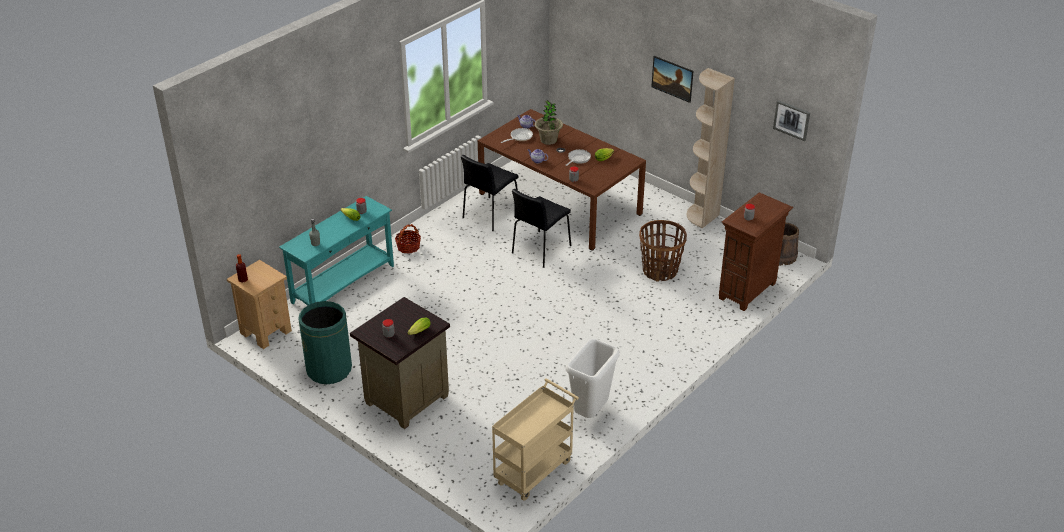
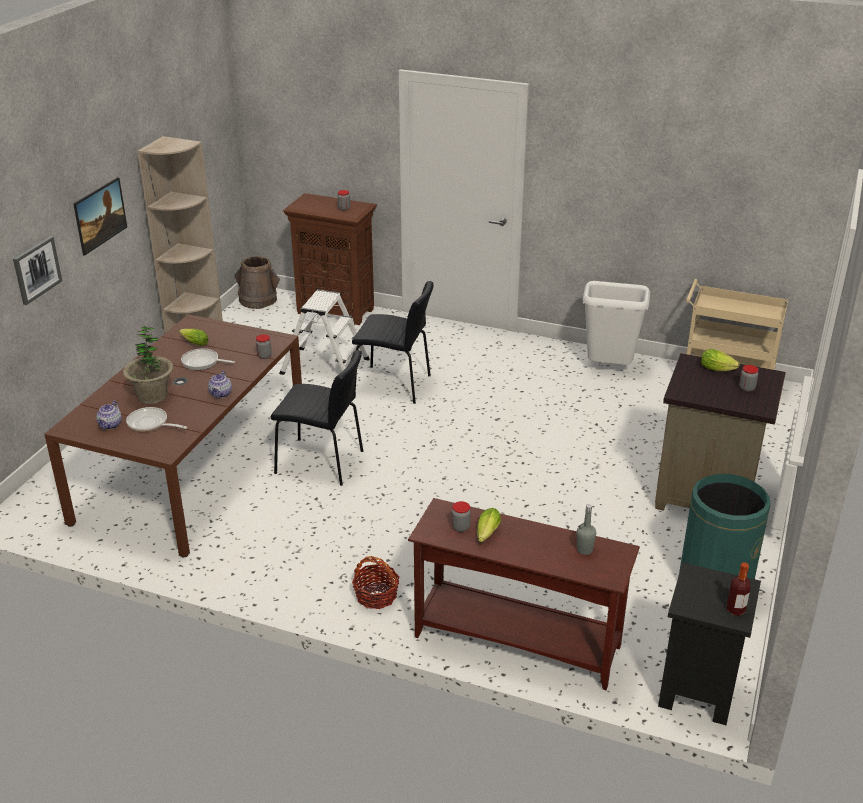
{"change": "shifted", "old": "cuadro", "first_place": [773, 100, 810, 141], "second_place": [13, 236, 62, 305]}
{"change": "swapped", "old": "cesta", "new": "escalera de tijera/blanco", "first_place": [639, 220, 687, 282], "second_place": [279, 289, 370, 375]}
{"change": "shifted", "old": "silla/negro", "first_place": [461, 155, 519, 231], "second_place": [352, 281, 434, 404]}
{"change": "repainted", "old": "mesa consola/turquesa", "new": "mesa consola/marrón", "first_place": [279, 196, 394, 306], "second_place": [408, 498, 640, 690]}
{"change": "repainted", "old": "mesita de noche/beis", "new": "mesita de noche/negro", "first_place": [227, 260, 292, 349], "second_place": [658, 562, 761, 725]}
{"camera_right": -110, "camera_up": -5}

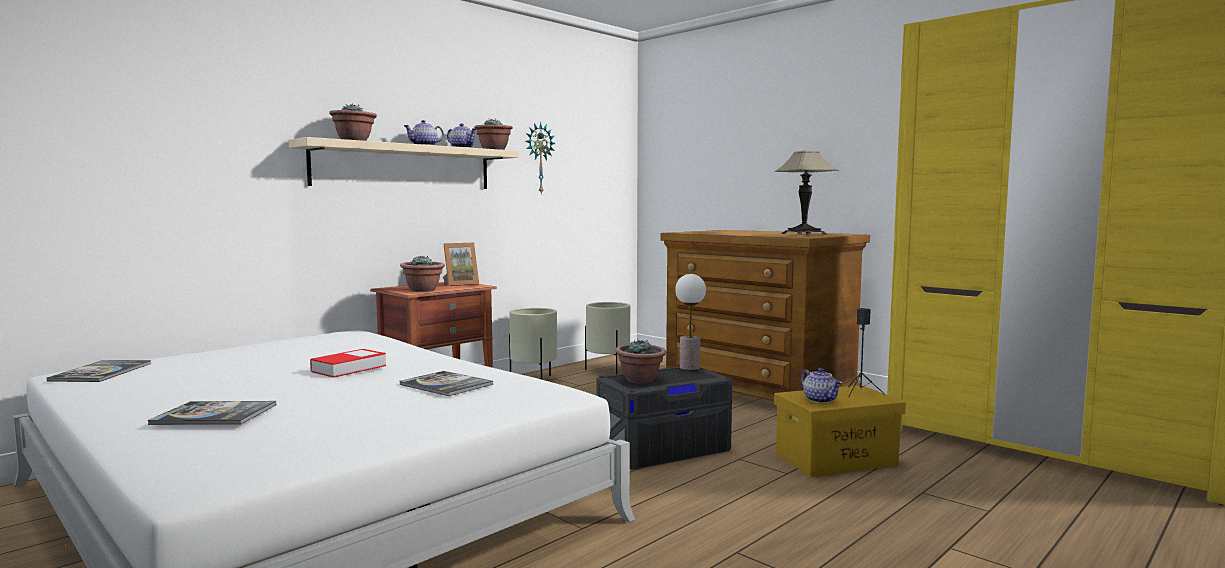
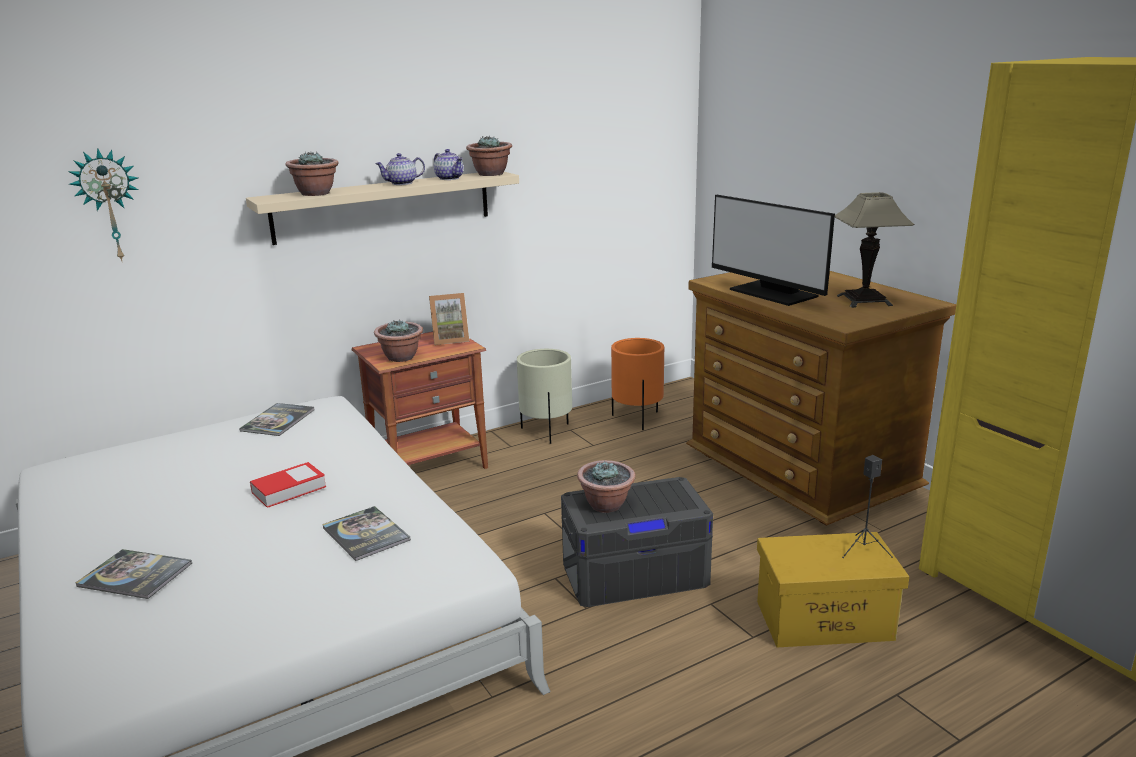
{"change": "shifted", "old": "reloj de pared", "first_place": [526, 122, 556, 195], "second_place": [68, 148, 139, 261]}
{"change": "shifted", "old": "libro", "first_place": [47, 360, 151, 382], "second_place": [239, 403, 315, 436]}
{"change": "repainted", "old": "maceta/beis", "new": "maceta/naranja", "first_place": [585, 302, 630, 374], "second_place": [611, 338, 664, 430]}
{"change": "new", "new": "monitor", "second_place": [712, 195, 835, 306]}
{"change": "gone", "old": "lámpara de mesa", "first_place": [675, 274, 706, 370]}
{"change": "gone", "old": "tetera", "first_place": [800, 368, 842, 403]}
{"camera_right": 15, "camera_up": 15}

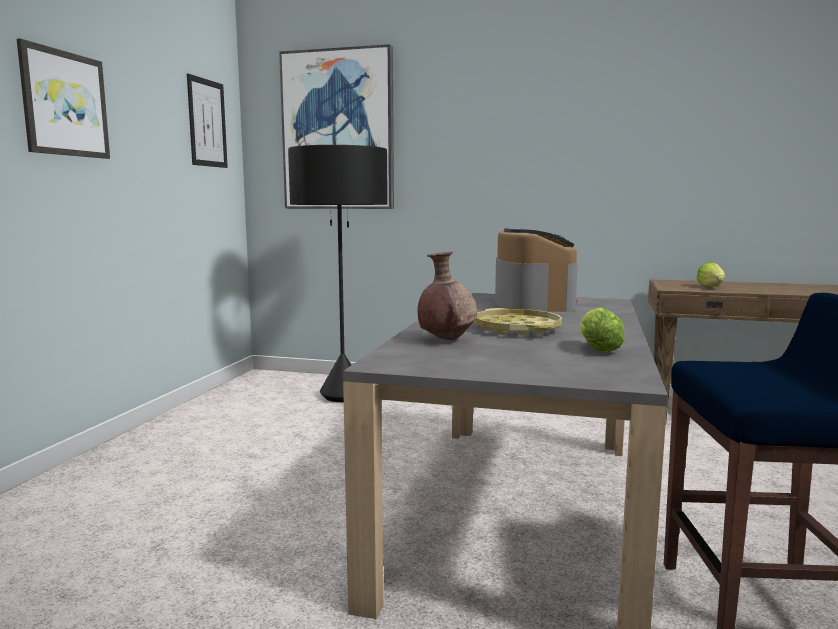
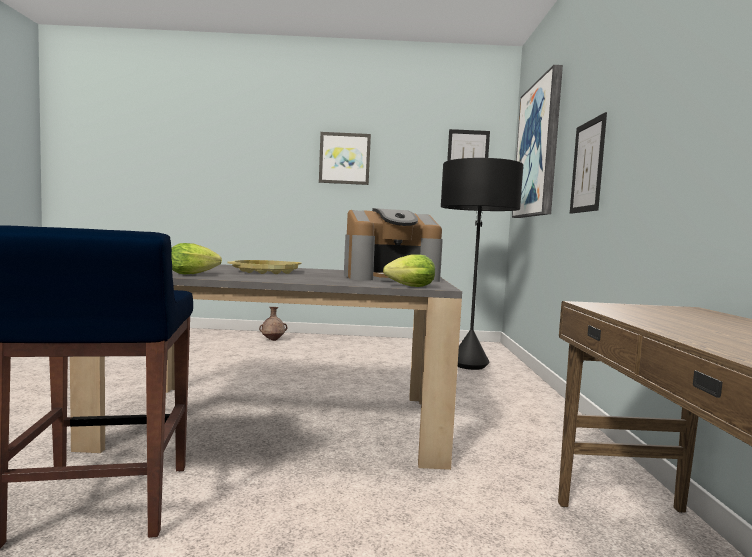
{"change": "shifted", "old": "florero/marrón", "first_place": [417, 252, 477, 340], "second_place": [259, 307, 287, 341]}
{"change": "shifted", "old": "lechuga", "first_place": [696, 262, 725, 287], "second_place": [383, 254, 435, 287]}
{"change": "new", "new": "cuadro", "second_place": [570, 112, 607, 214]}
{"camera_right": 75, "camera_up": -5}

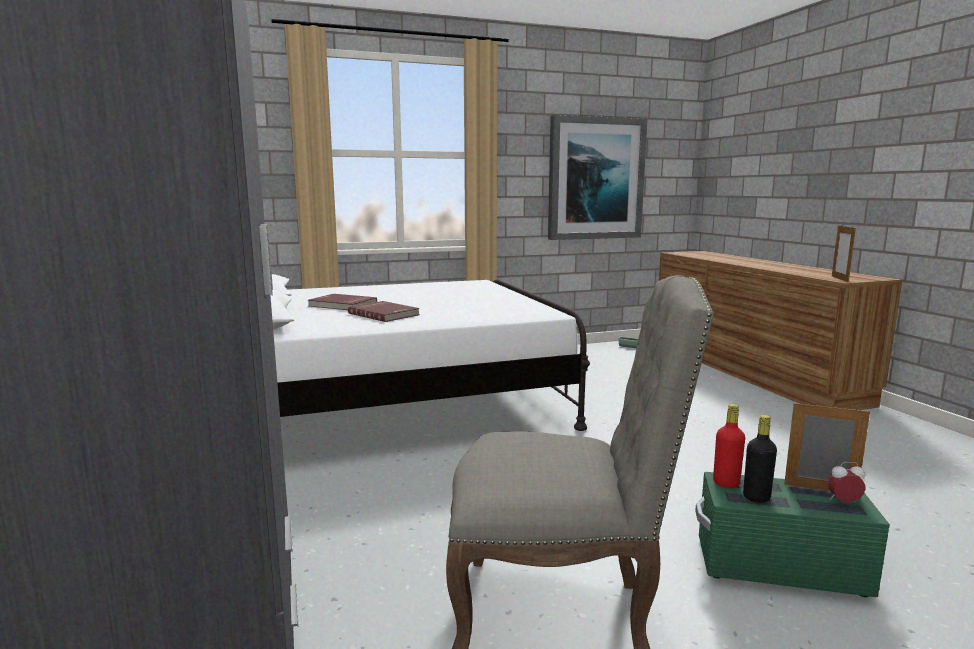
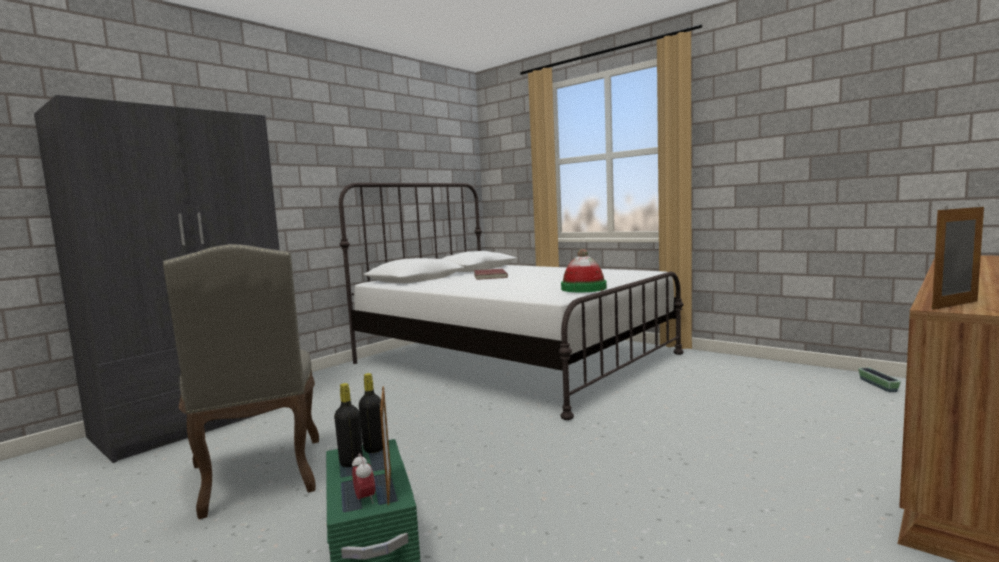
{"change": "repainted", "old": "botella/rojo", "new": "botella/negro", "first_place": [713, 404, 745, 488], "second_place": [359, 373, 383, 453]}
{"change": "new", "new": "sombrero", "second_place": [561, 249, 607, 292]}
{"change": "gone", "old": "libro/rojo", "first_place": [348, 301, 419, 322]}
{"change": "gone", "old": "cuadro", "first_place": [548, 115, 648, 240]}
{"camera_right": 60, "camera_up": -5}

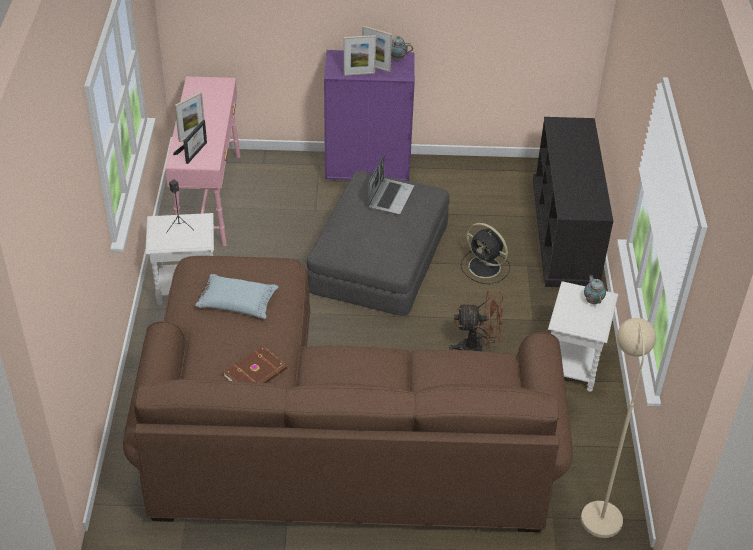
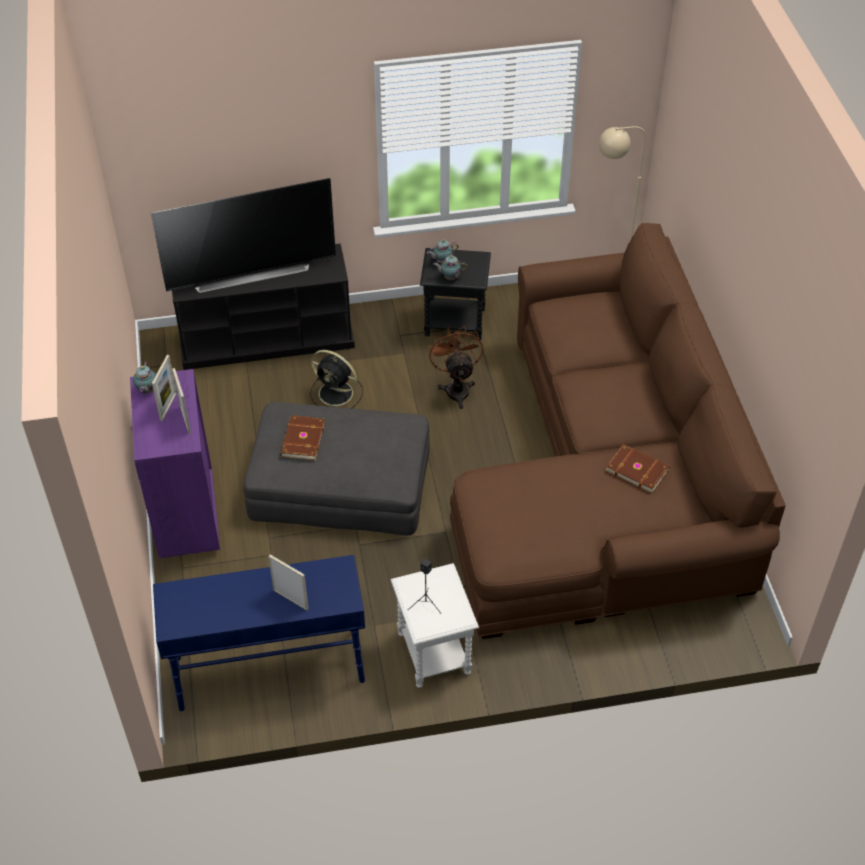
{"change": "new", "new": "televisor", "second_place": [151, 178, 336, 293]}
{"change": "repainted", "old": "mesa consola/rosa", "new": "mesa consola/azul", "first_place": [165, 76, 241, 246], "second_place": [153, 555, 365, 711]}
{"change": "swapped", "old": "portátil", "new": "libro/marrón", "first_place": [368, 154, 414, 215], "second_place": [280, 415, 325, 460]}
{"change": "rotated", "old": "ventilador/negro", "first_place": [461, 223, 510, 284], "second_place": [310, 350, 363, 408], "degrees": 90}
{"change": "repainted", "old": "mesa auxiliar/blanco", "new": "mesa auxiliar/negro", "first_place": [548, 281, 618, 392], "second_place": [420, 248, 491, 340]}
{"change": "new", "new": "tetera", "second_place": [433, 255, 468, 280]}
{"change": "gone", "old": "portarretratos", "first_place": [173, 120, 207, 164]}
{"change": "gone", "old": "cojín/azul", "first_place": [195, 274, 279, 319]}
{"camera_right": -100, "camera_up": 5}

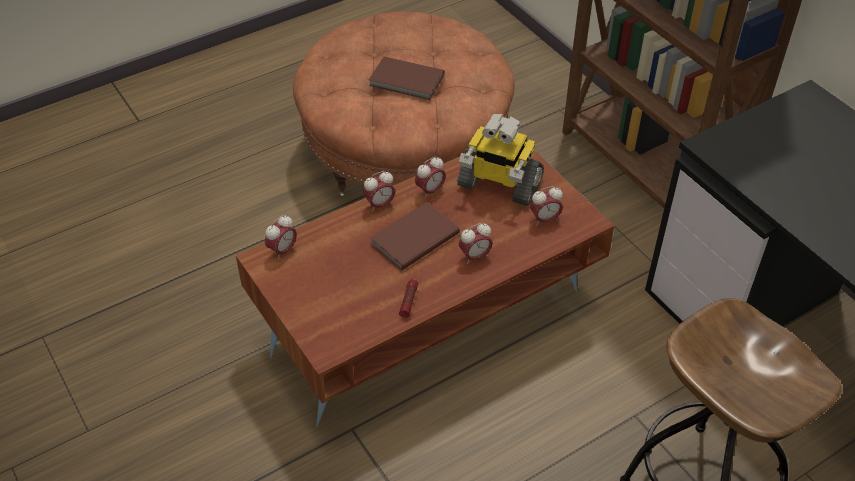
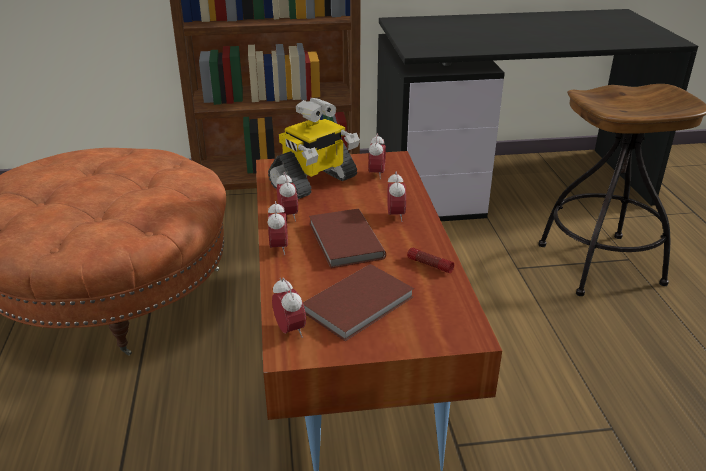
{"change": "shifted", "old": "libro/marrón", "first_place": [369, 56, 445, 100], "second_place": [303, 264, 414, 341]}
{"camera_right": -65, "camera_up": -15}

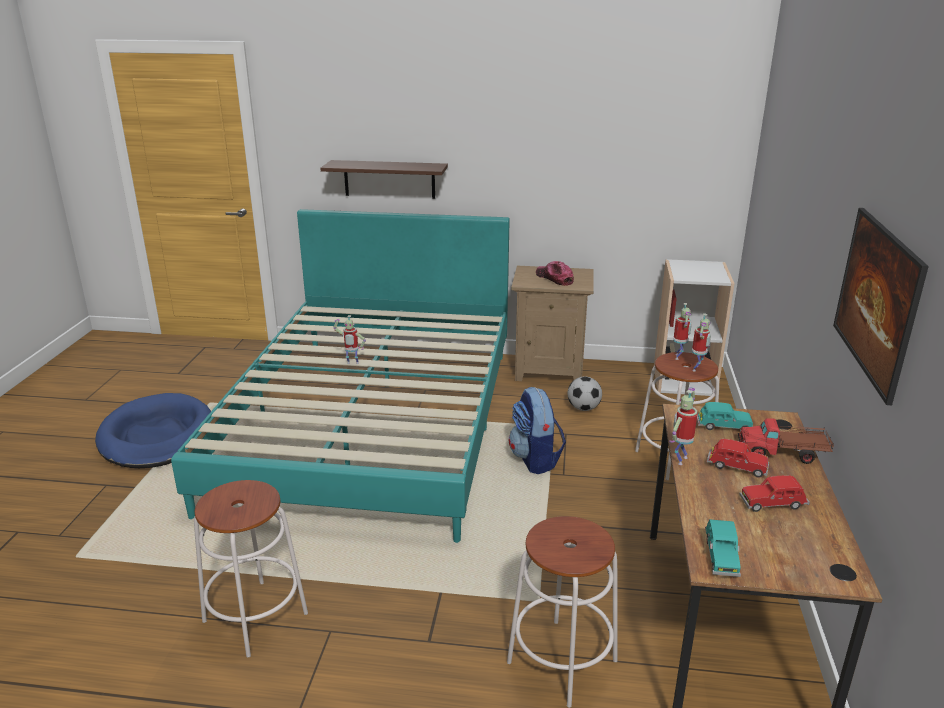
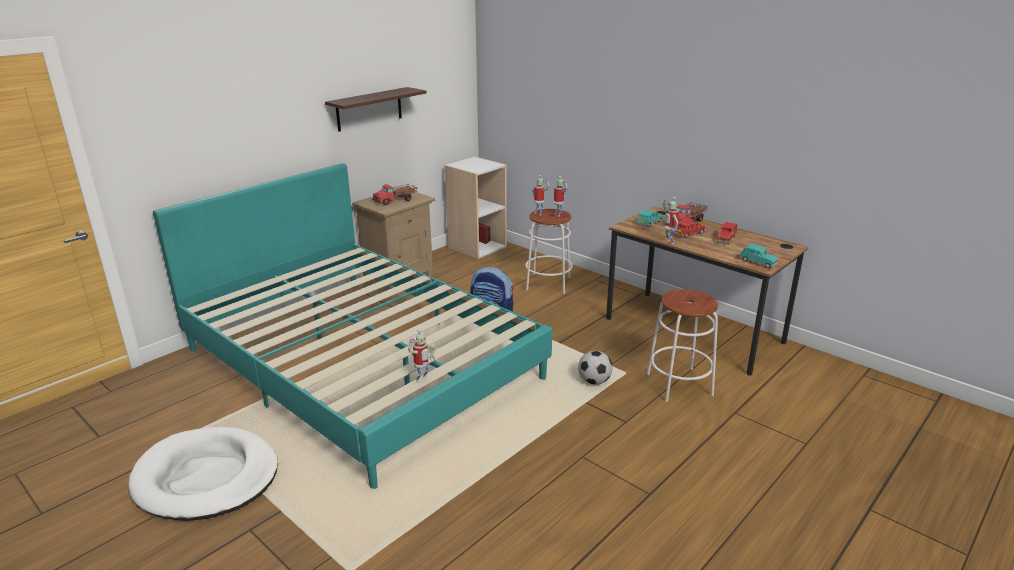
{"change": "repainted", "old": "cama para perro/azul", "new": "cama para perro/blanco", "first_place": [95, 393, 211, 468], "second_place": [128, 427, 278, 521]}
{"change": "shifted", "old": "estante", "first_place": [320, 160, 448, 199], "second_place": [325, 87, 426, 132]}
{"change": "swapped", "old": "gorra", "new": "camión de juguete", "first_place": [536, 261, 574, 286], "second_place": [372, 184, 417, 205]}
{"change": "shifted", "old": "robot de juguete", "first_place": [334, 315, 366, 364], "second_place": [408, 329, 435, 382]}
{"change": "shifted", "old": "balón de fútbol", "first_place": [567, 376, 602, 411], "second_place": [578, 351, 612, 385]}
{"change": "gone", "old": "taburete/blanco", "first_place": [194, 480, 308, 657]}
{"change": "gone", "old": "cuadro", "first_place": [833, 208, 929, 405]}
{"camera_right": -55, "camera_up": 0}

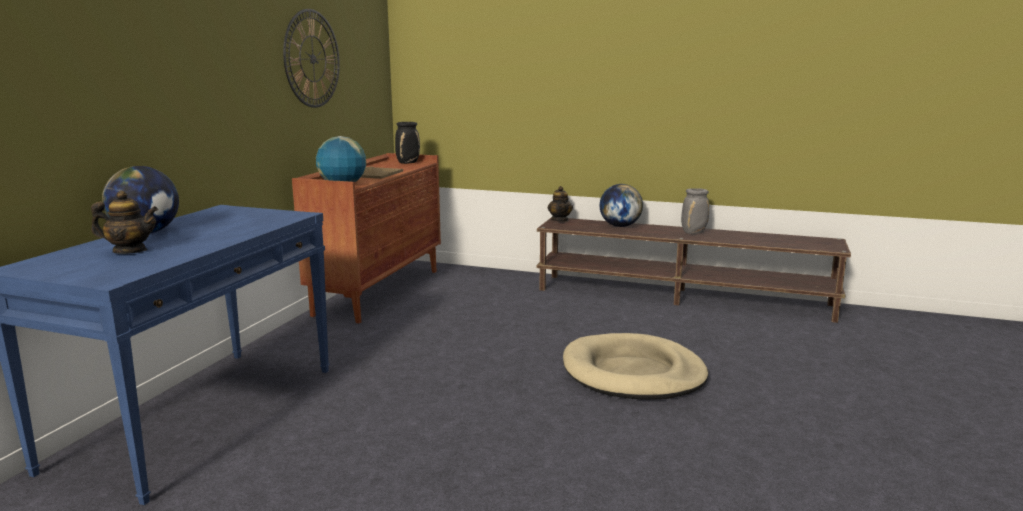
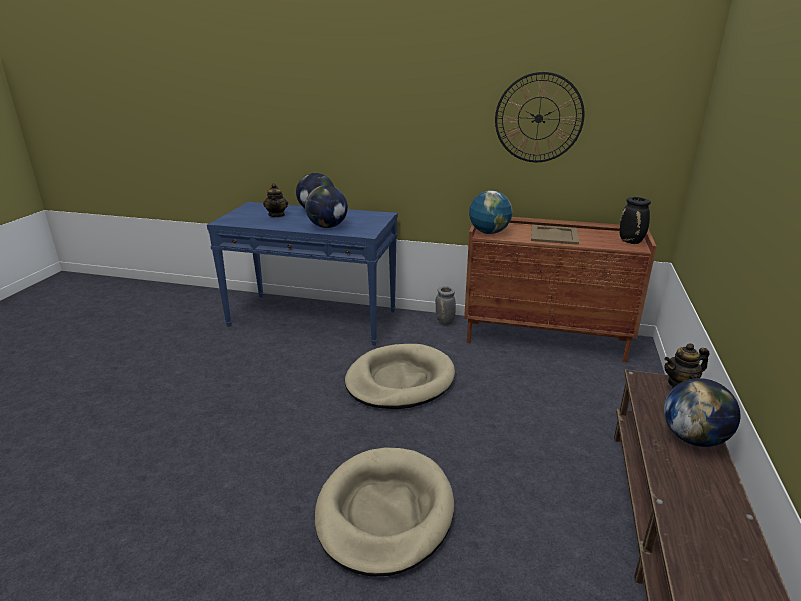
{"change": "new", "new": "globo terráqueo", "second_place": [305, 185, 348, 228]}
{"change": "new", "new": "cama para perro/beis", "second_place": [345, 344, 455, 409]}
{"change": "shifted", "old": "florero/gris", "first_place": [681, 188, 709, 234], "second_place": [436, 286, 456, 325]}
{"camera_right": 85, "camera_up": 10}

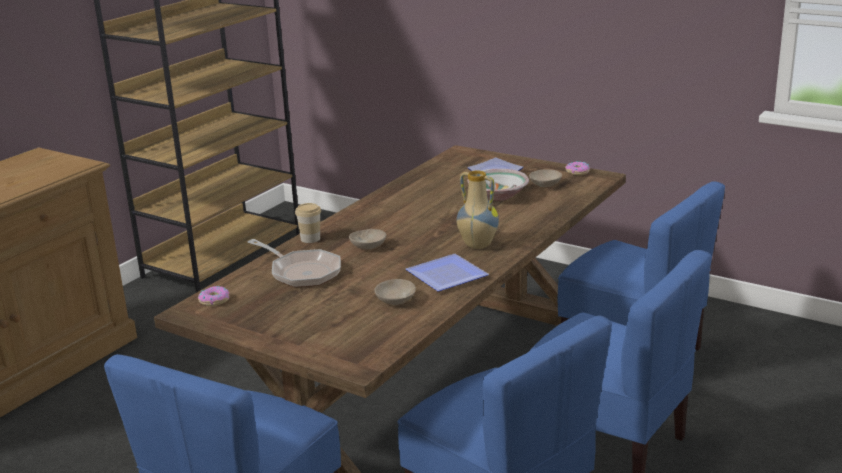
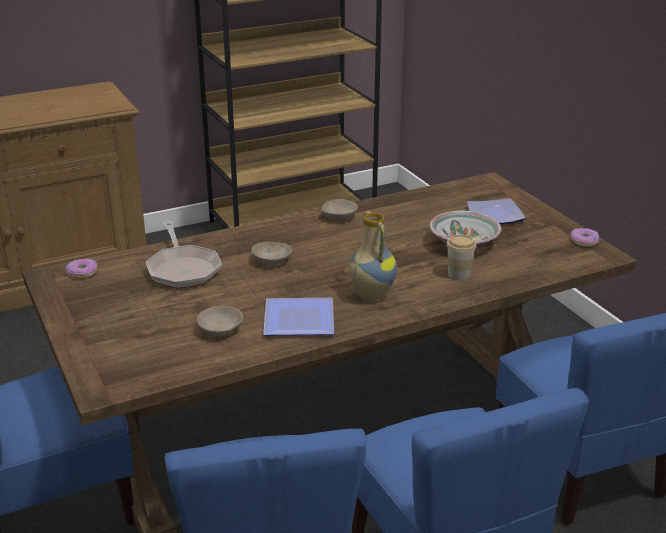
{"change": "shifted", "old": "cuenco/beis", "first_place": [529, 169, 562, 187], "second_place": [321, 199, 358, 221]}
{"change": "shifted", "old": "taza", "first_place": [295, 203, 321, 243], "second_place": [446, 235, 477, 280]}
{"camera_right": 30, "camera_up": 5}

